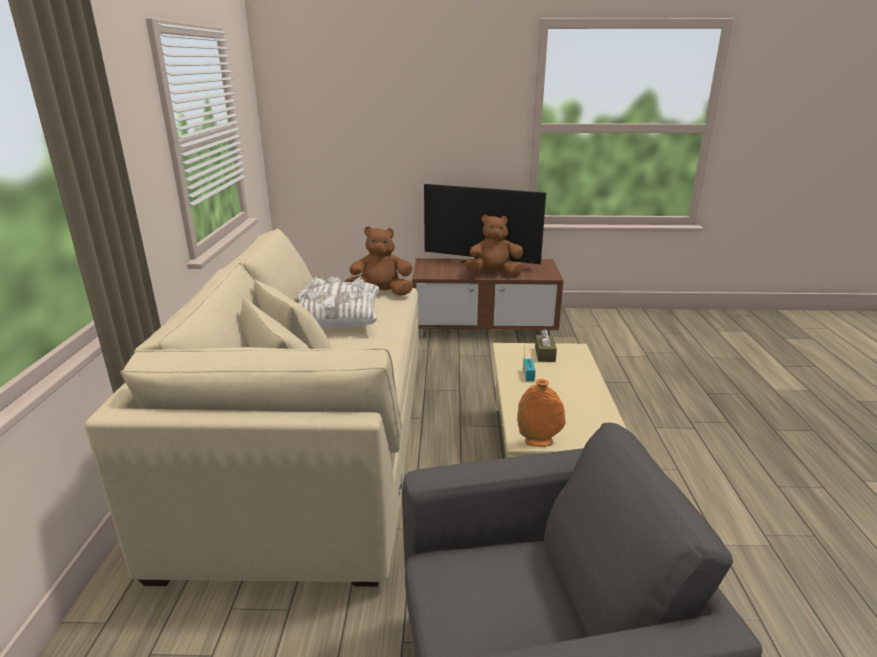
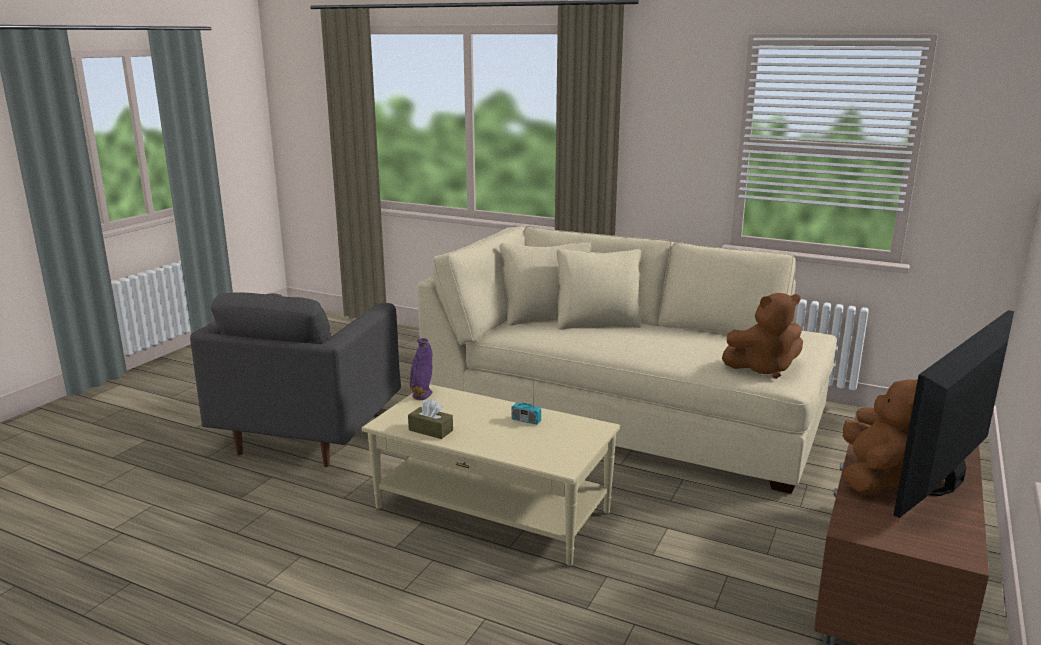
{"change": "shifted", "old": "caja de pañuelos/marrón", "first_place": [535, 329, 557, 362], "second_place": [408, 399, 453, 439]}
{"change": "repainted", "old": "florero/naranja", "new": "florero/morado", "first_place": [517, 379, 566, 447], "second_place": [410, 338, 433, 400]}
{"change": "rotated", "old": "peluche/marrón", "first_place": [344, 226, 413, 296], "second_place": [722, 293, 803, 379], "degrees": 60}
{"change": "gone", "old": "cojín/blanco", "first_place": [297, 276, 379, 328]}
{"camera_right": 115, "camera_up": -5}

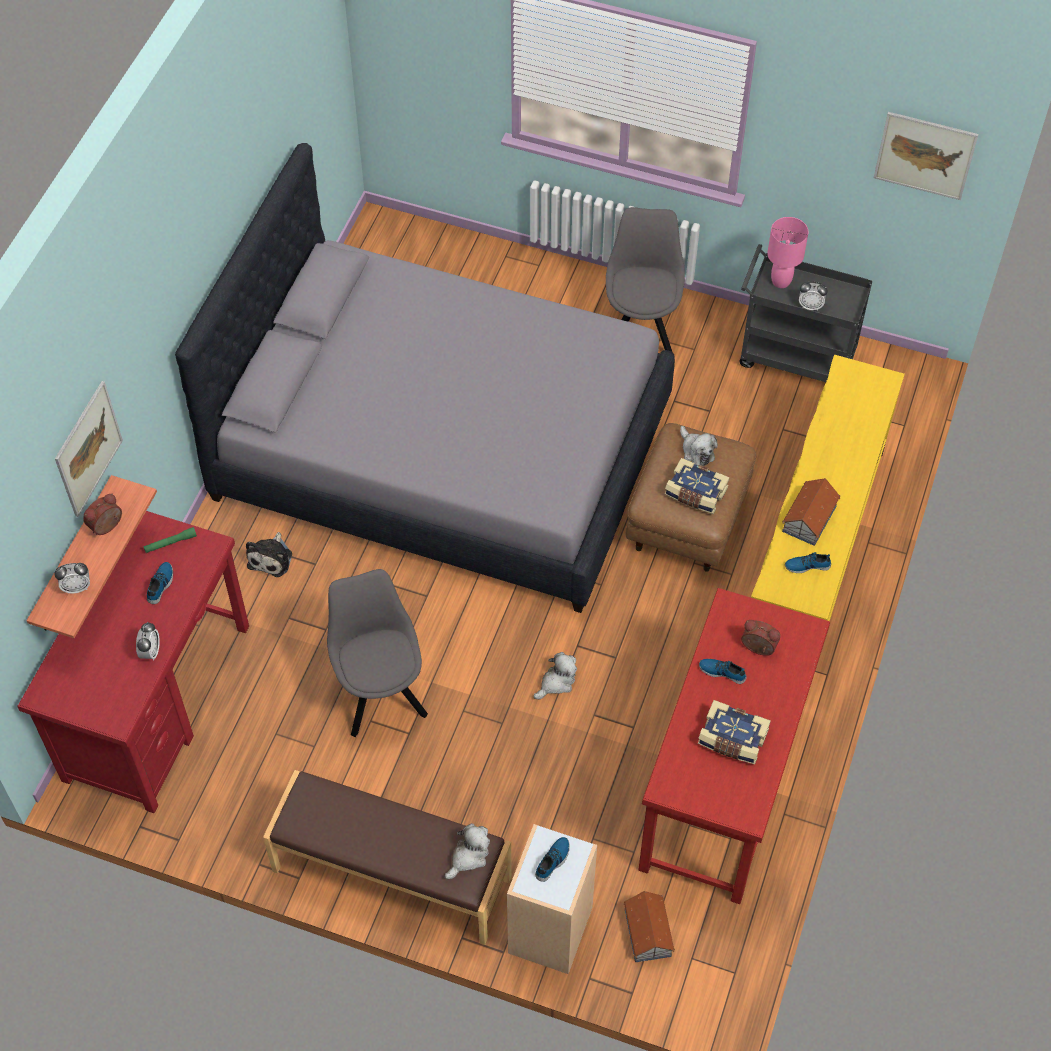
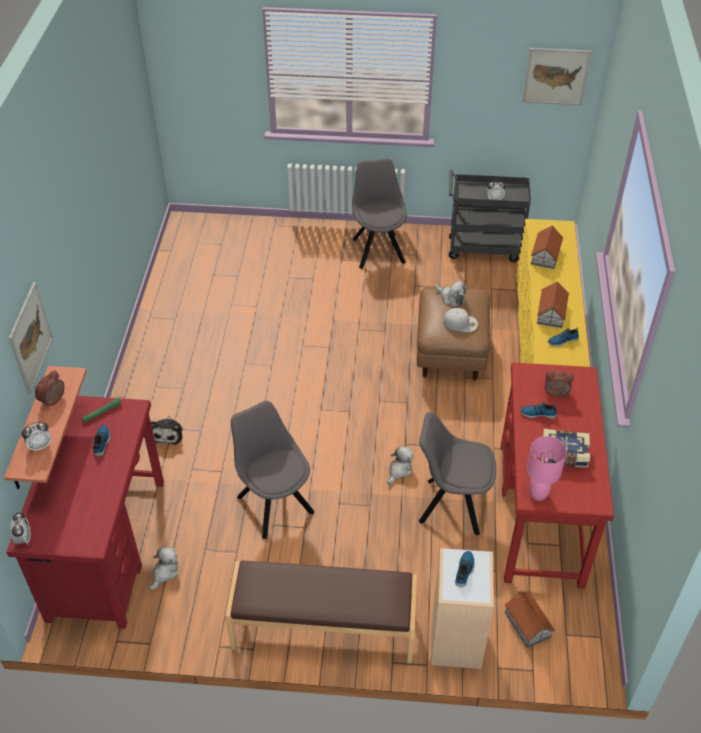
{"change": "shifted", "old": "despertador", "first_place": [136, 622, 160, 660], "second_place": [10, 512, 30, 545]}
{"change": "shifted", "old": "peluche", "first_place": [445, 823, 490, 879], "second_place": [150, 547, 178, 590]}
{"change": "new", "new": "silla/gris", "second_place": [419, 412, 496, 536]}
{"change": "swapped", "old": "libro", "new": "gorra/blanco", "first_place": [665, 458, 730, 514], "second_place": [443, 308, 478, 332]}
{"change": "shifted", "old": "lámpara de mesa/rosa", "first_place": [768, 217, 808, 288], "second_place": [527, 436, 567, 501]}
{"change": "new", "new": "casita", "second_place": [531, 225, 563, 269]}
{"change": "gone", "old": "cama/gris", "first_place": [175, 143, 675, 613]}
{"camera_right": -15, "camera_up": -10}

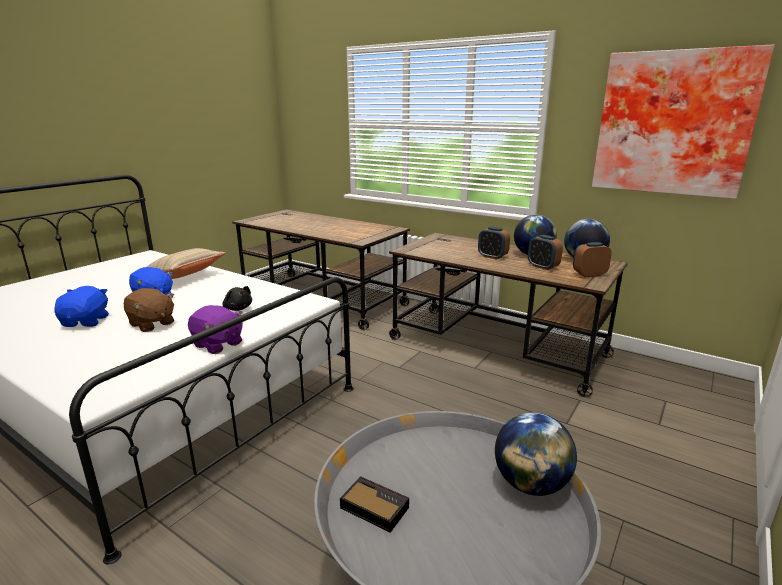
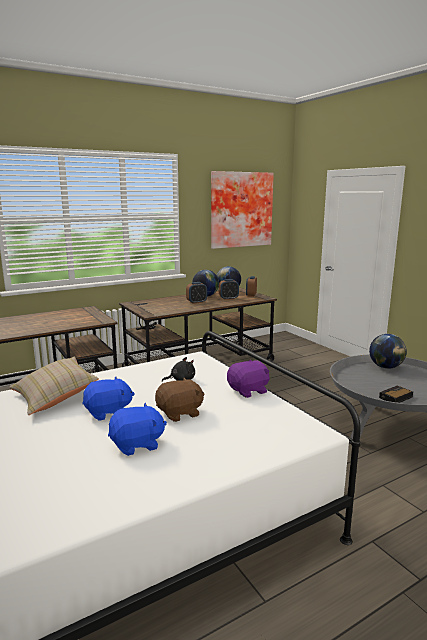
{"change": "rotated", "old": "peluche/azul", "first_place": [54, 286, 109, 327], "second_place": [108, 403, 167, 456], "degrees": 135}
{"camera_right": -65, "camera_up": -5}

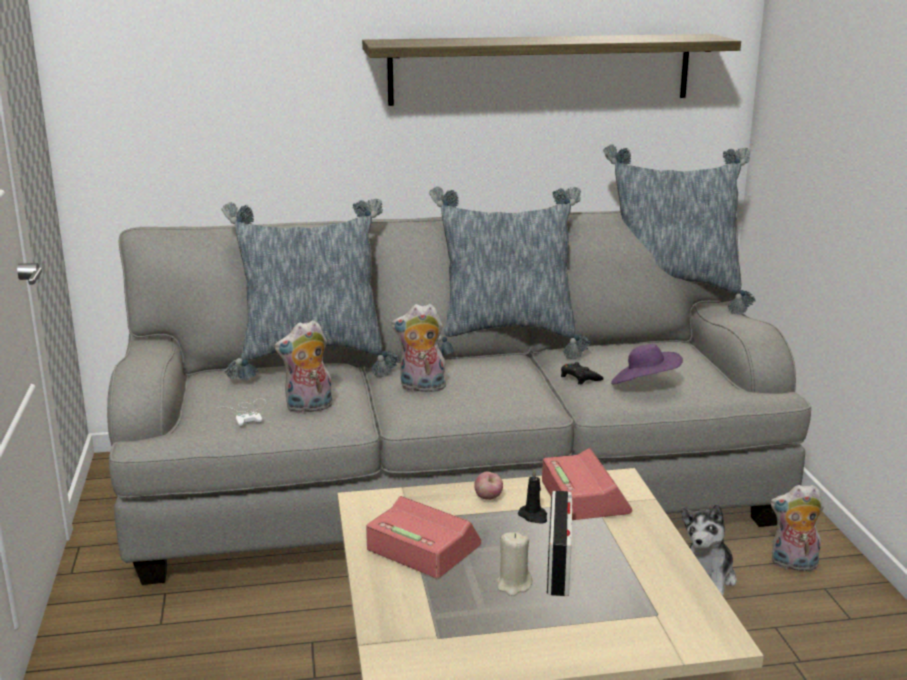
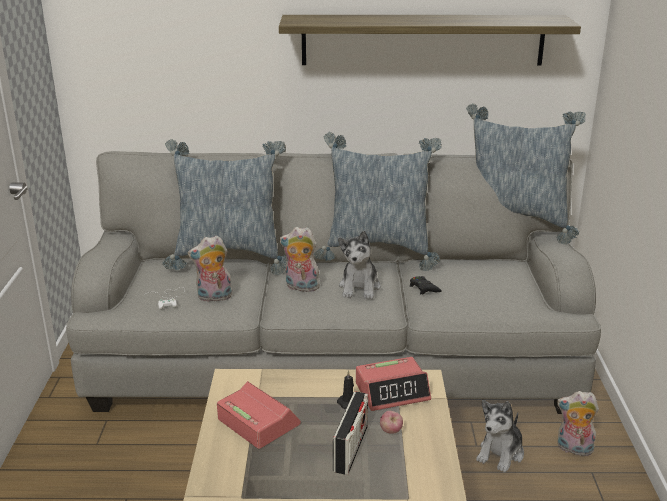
{"change": "new", "new": "peluche", "second_place": [338, 231, 381, 299]}
{"change": "rotated", "old": "despertador", "first_place": [542, 448, 632, 520], "second_place": [356, 357, 431, 411], "degrees": 75}
{"change": "shifted", "old": "manzana", "first_place": [474, 472, 503, 500], "second_place": [380, 411, 403, 434]}
{"change": "gone", "old": "vela/beis", "first_place": [497, 532, 532, 596]}
{"change": "gone", "old": "sombrero/morado", "first_place": [611, 344, 683, 385]}
{"camera_right": 10, "camera_up": 5}

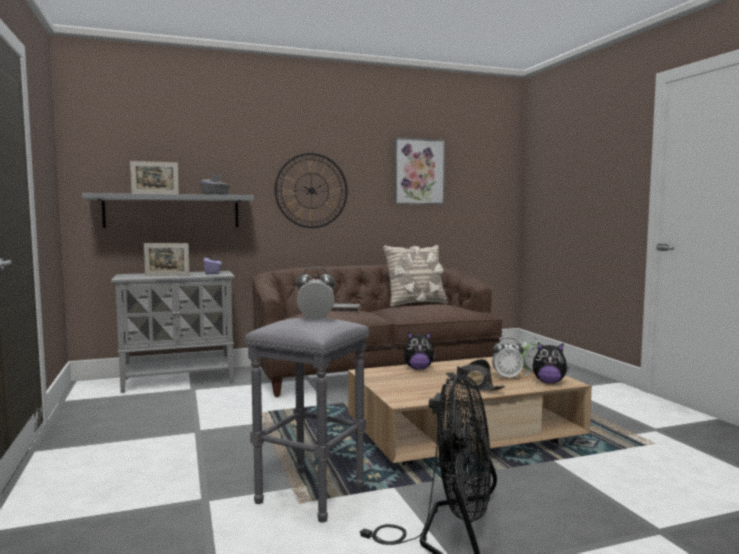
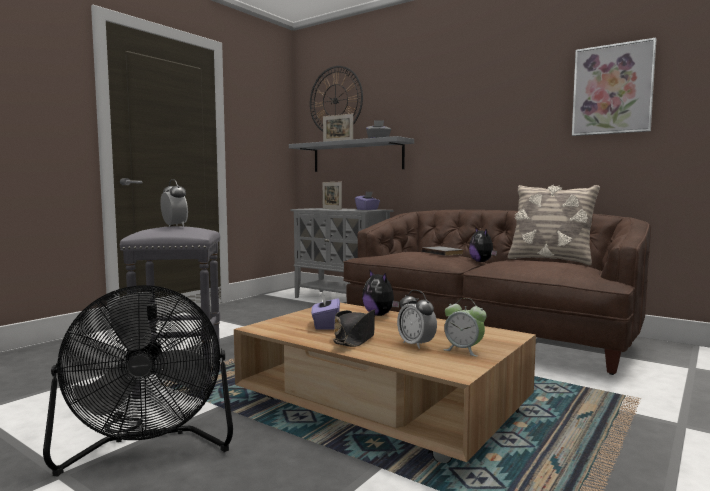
{"change": "shifted", "old": "reloj de pared", "first_place": [274, 153, 348, 228], "second_place": [310, 66, 363, 132]}
{"change": "new", "new": "caja de pañuelos/morado", "second_place": [311, 291, 340, 330]}
{"change": "shifted", "old": "peluche", "first_place": [532, 342, 570, 384], "second_place": [469, 227, 497, 262]}
{"camera_right": 55, "camera_up": 0}

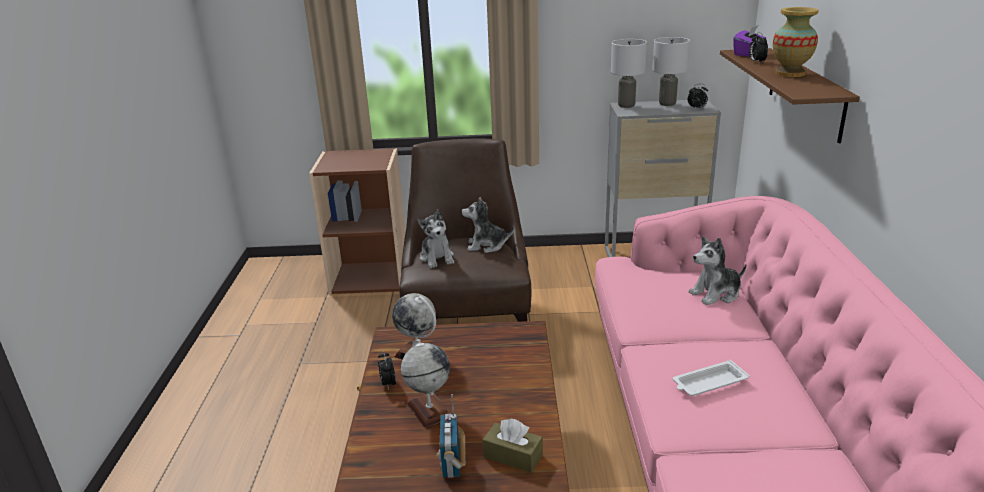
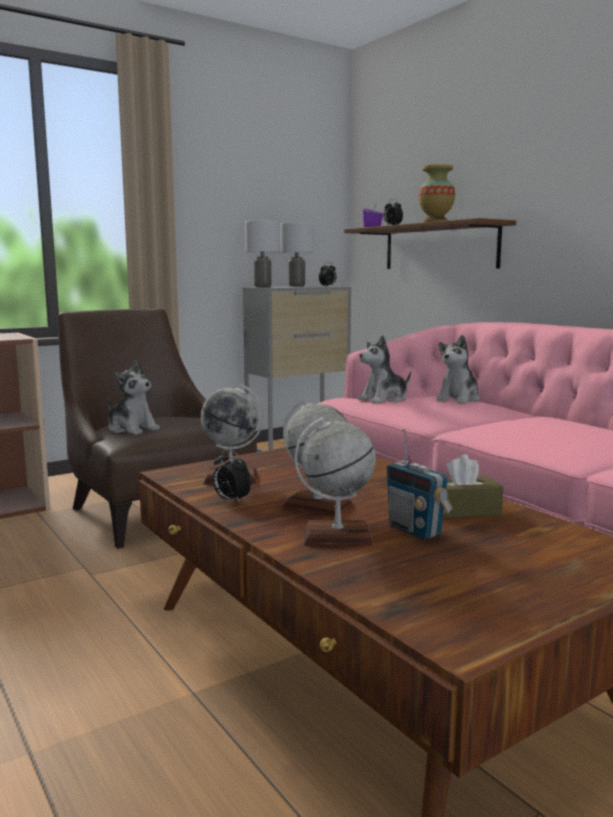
{"change": "new", "new": "globo terráqueo", "second_place": [295, 418, 376, 545]}
{"change": "shifted", "old": "peluche", "first_place": [462, 197, 514, 253], "second_place": [358, 335, 411, 404]}
{"change": "gone", "old": "bandeja/blanco", "first_place": [673, 360, 750, 396]}
{"camera_right": -35, "camera_up": -15}

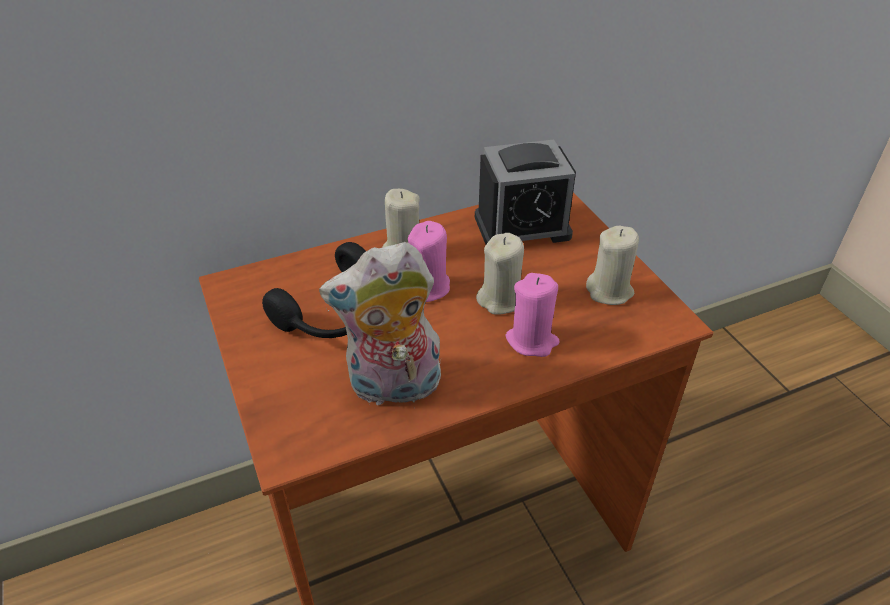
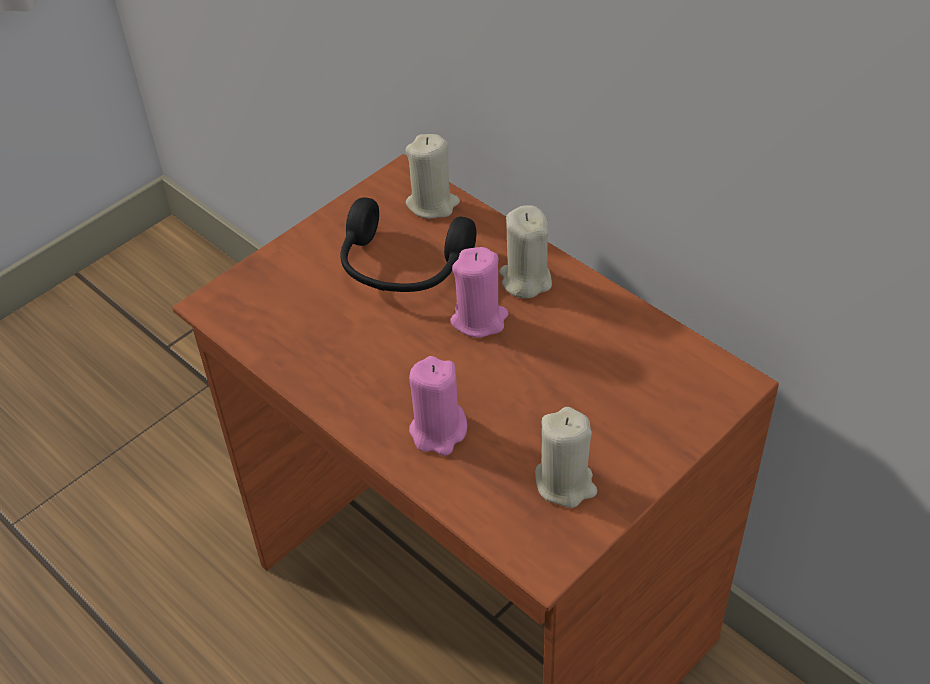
{"change": "shifted", "old": "vela/beis", "first_place": [476, 233, 524, 315], "second_place": [405, 134, 460, 219]}
{"change": "gone", "old": "peluche", "first_place": [319, 242, 441, 408]}
{"change": "gone", "old": "despertador", "first_place": [475, 140, 576, 244]}
{"camera_right": 70, "camera_up": 5}

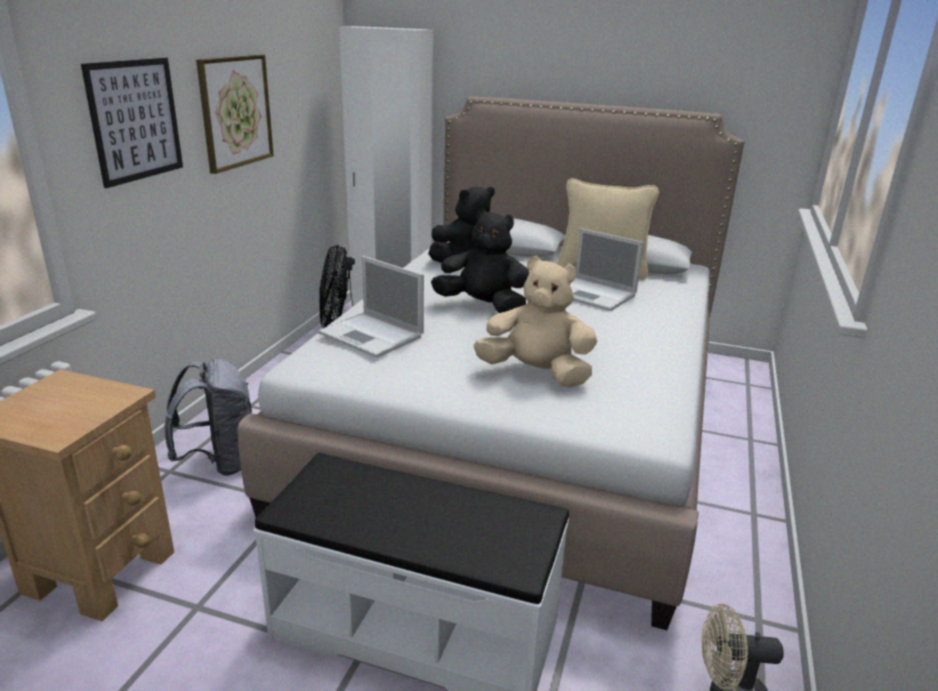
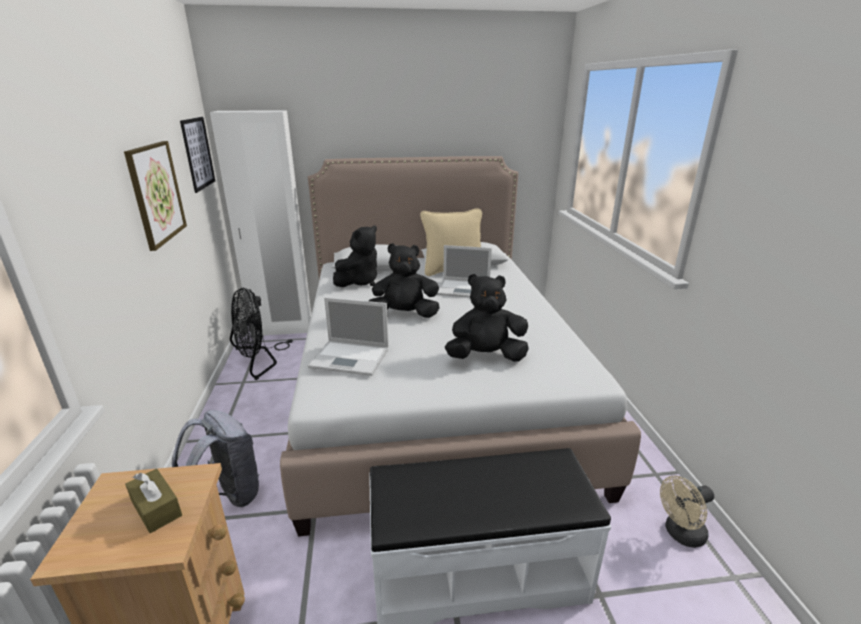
{"change": "new", "new": "caja de pañuelos/marrón", "second_place": [125, 469, 182, 533]}
{"change": "shifted", "old": "cuadro", "first_place": [81, 58, 183, 188], "second_place": [180, 117, 215, 193]}
{"change": "repainted", "old": "peluche/beis", "new": "peluche/negro", "first_place": [473, 256, 597, 388], "second_place": [445, 274, 529, 362]}
{"camera_right": -25, "camera_up": 0}

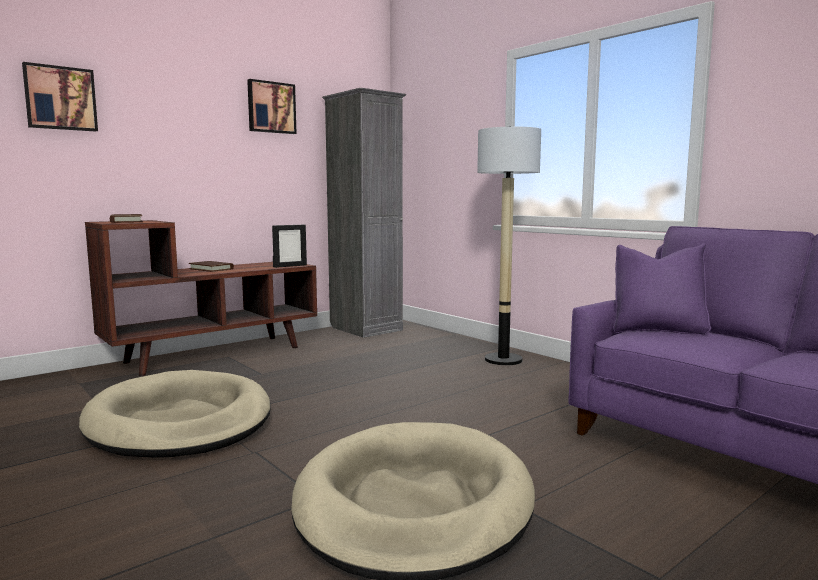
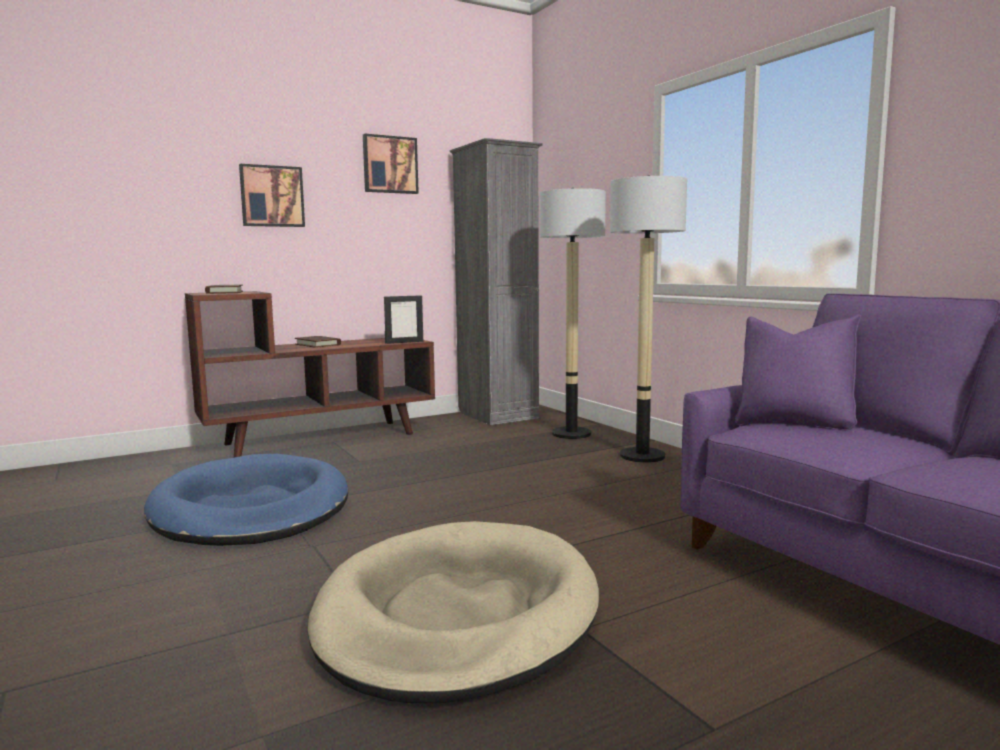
{"change": "repainted", "old": "cama para perro/beis", "new": "cama para perro/azul", "first_place": [79, 370, 270, 458], "second_place": [144, 454, 348, 546]}
{"change": "shifted", "old": "cuadro", "first_place": [22, 62, 98, 132], "second_place": [239, 164, 305, 227]}
{"change": "new", "new": "lámpara de pie", "second_place": [540, 188, 606, 439]}
{"camera_right": 10, "camera_up": 0}

